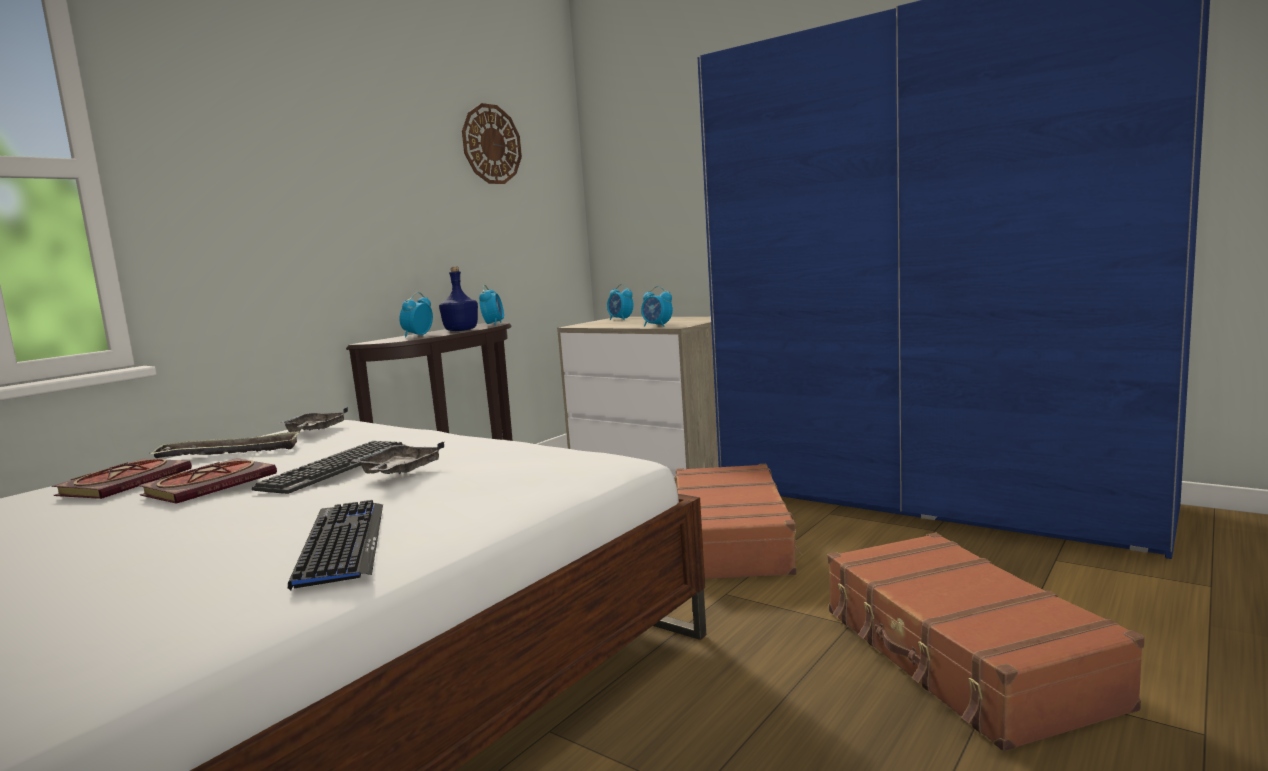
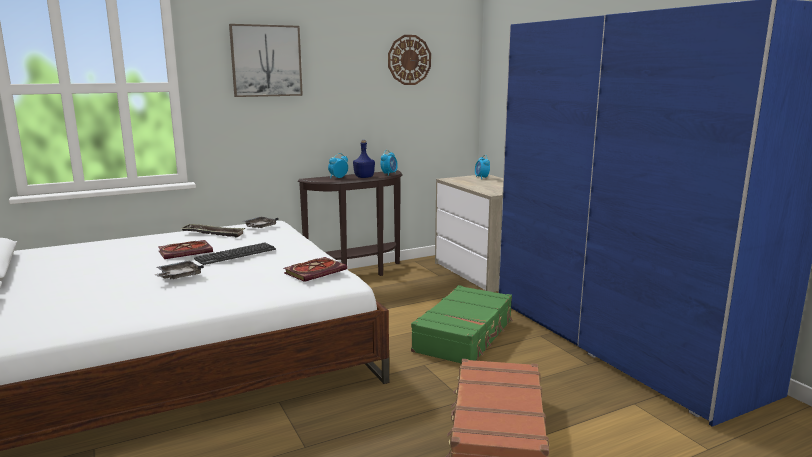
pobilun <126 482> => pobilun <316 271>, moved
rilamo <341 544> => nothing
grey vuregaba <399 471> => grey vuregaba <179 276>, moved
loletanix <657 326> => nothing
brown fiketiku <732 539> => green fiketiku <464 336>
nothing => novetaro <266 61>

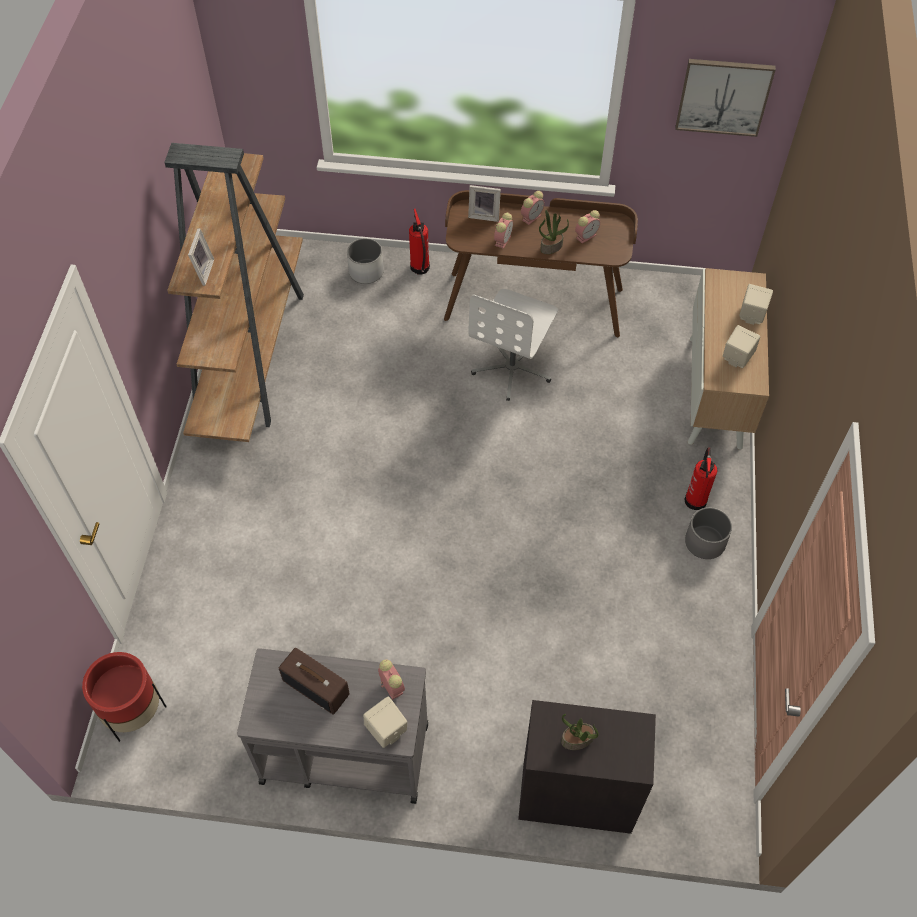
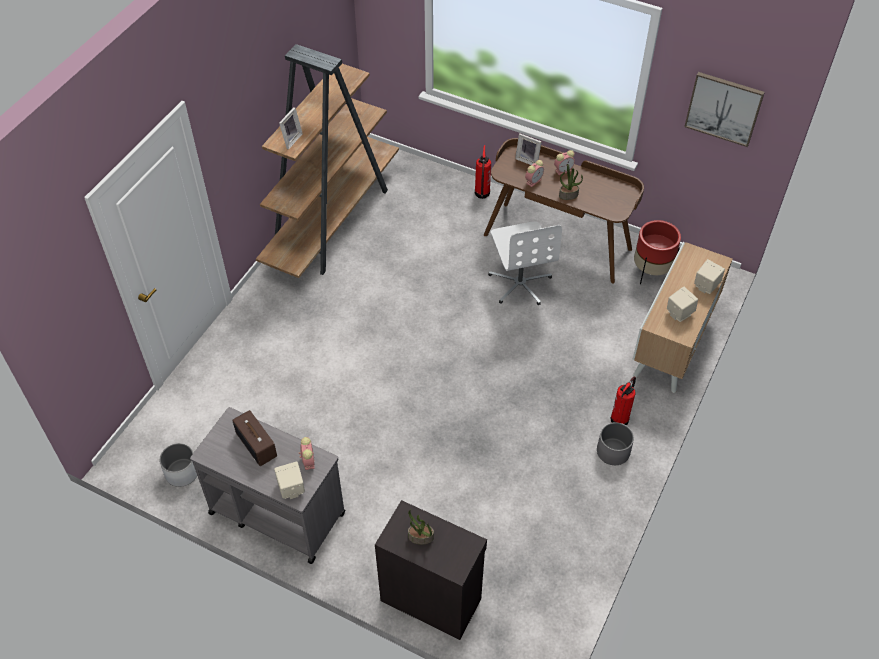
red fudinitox <134 712> => red fudinitox <651 271>, moved
white fudinitox <366 271> => white fudinitox <182 472>, moved
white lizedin <512 368> => white lizedin <520 283>, 60 degrees counterclockwise
loletanix <586 236> => nothing

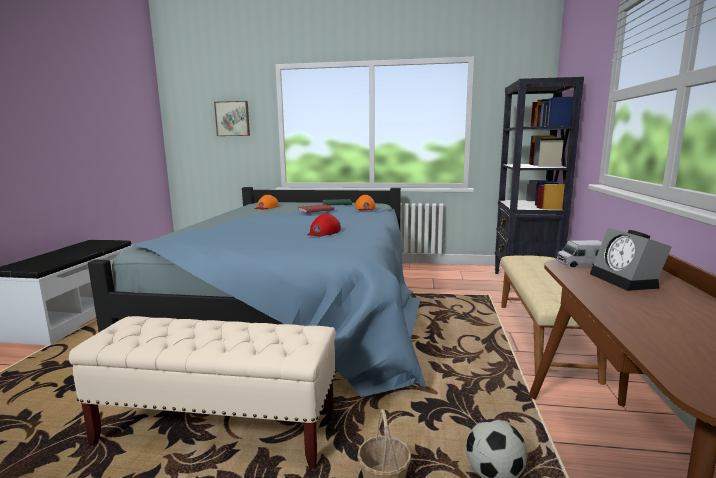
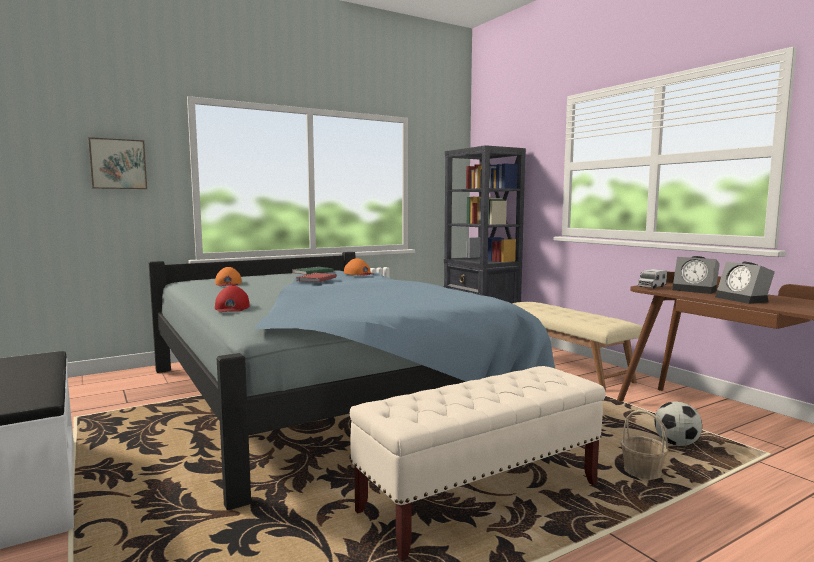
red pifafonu <323 232> => red pifafonu <232 308>, moved
nothing => loletanix <744 299>

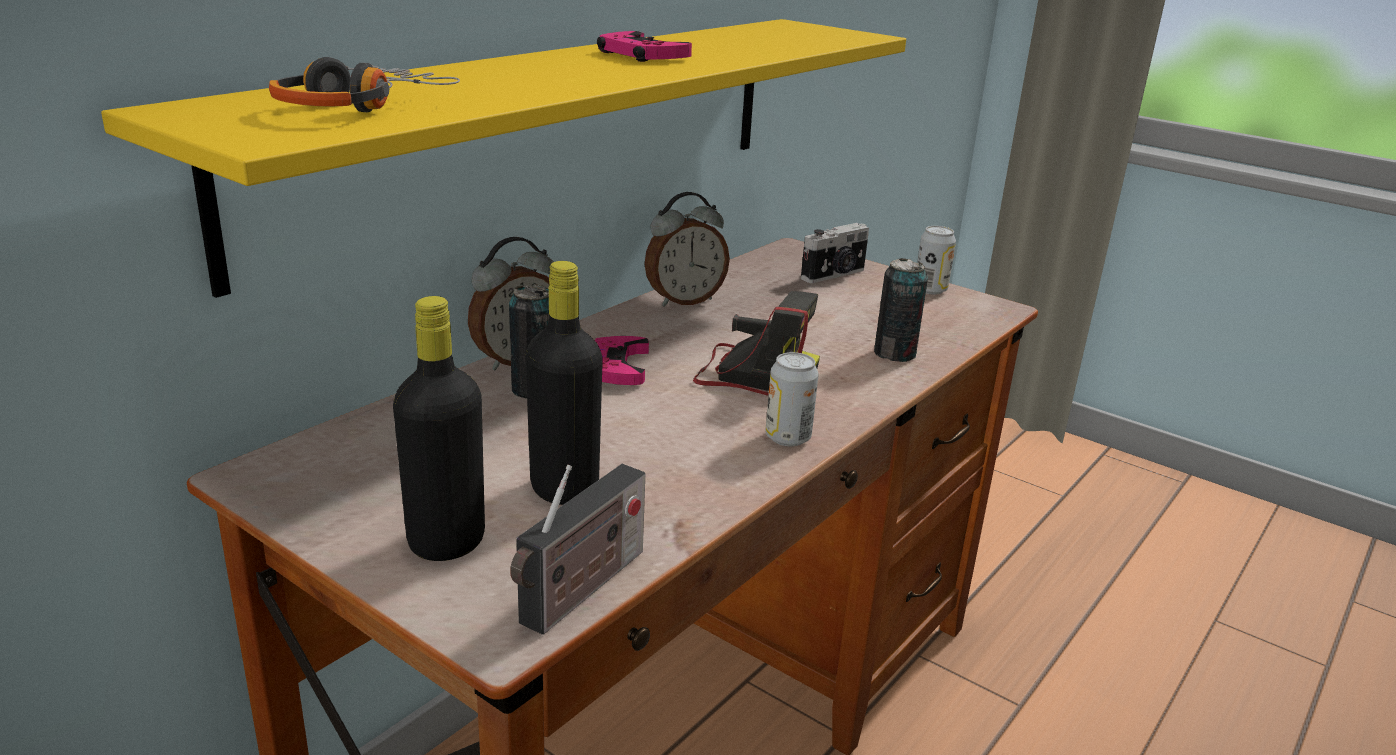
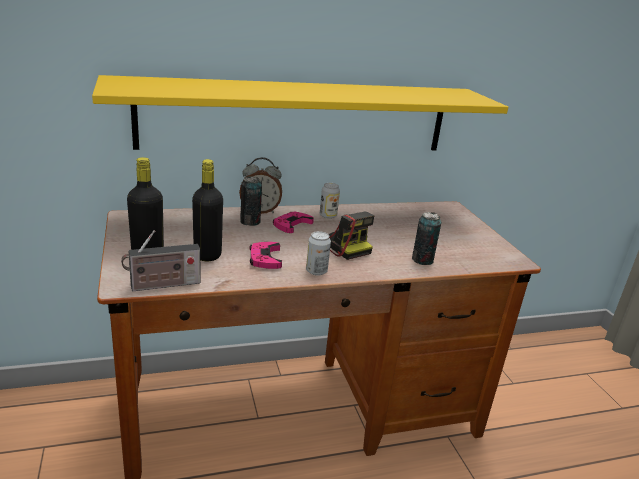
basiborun <358 106> => nothing
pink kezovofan <641 55> => pink kezovofan <265 259>, moved
loletanix <684 300> => nothing
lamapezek <835 275> => nothing
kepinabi <930 289> => kepinabi <328 216>, moved

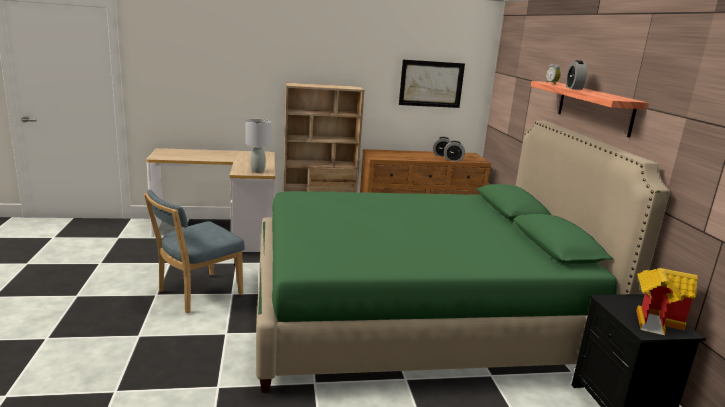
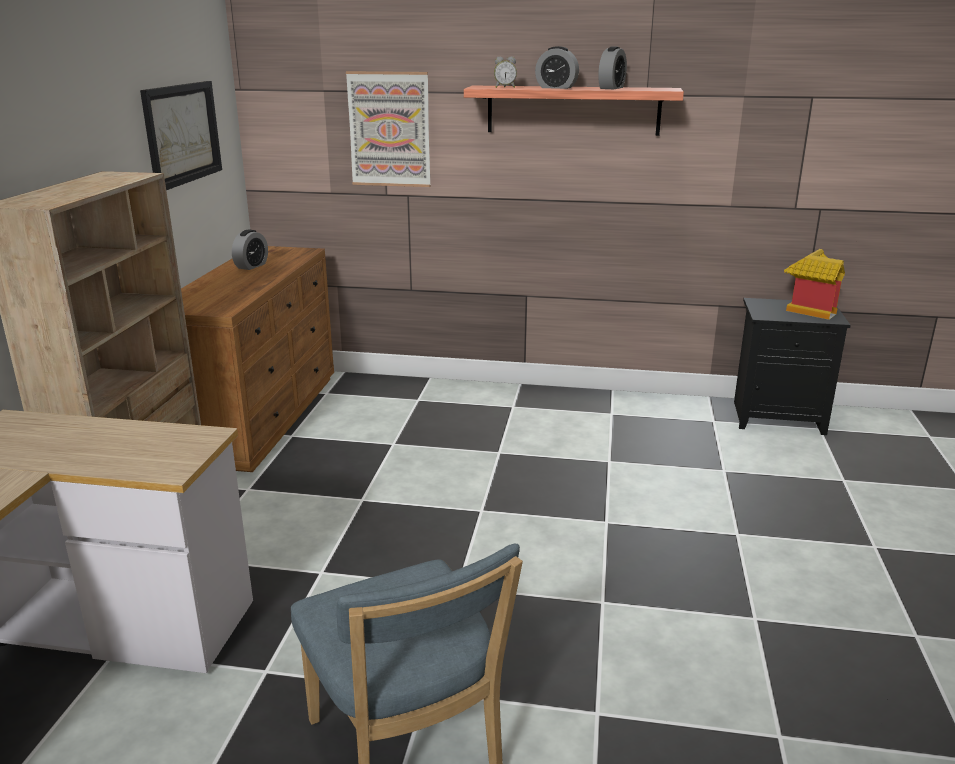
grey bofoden <257 171> => nothing
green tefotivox <415 315> => nothing
loletanix <453 160> => loletanix <611 88>, moved
nothing => novetaro <389 129>

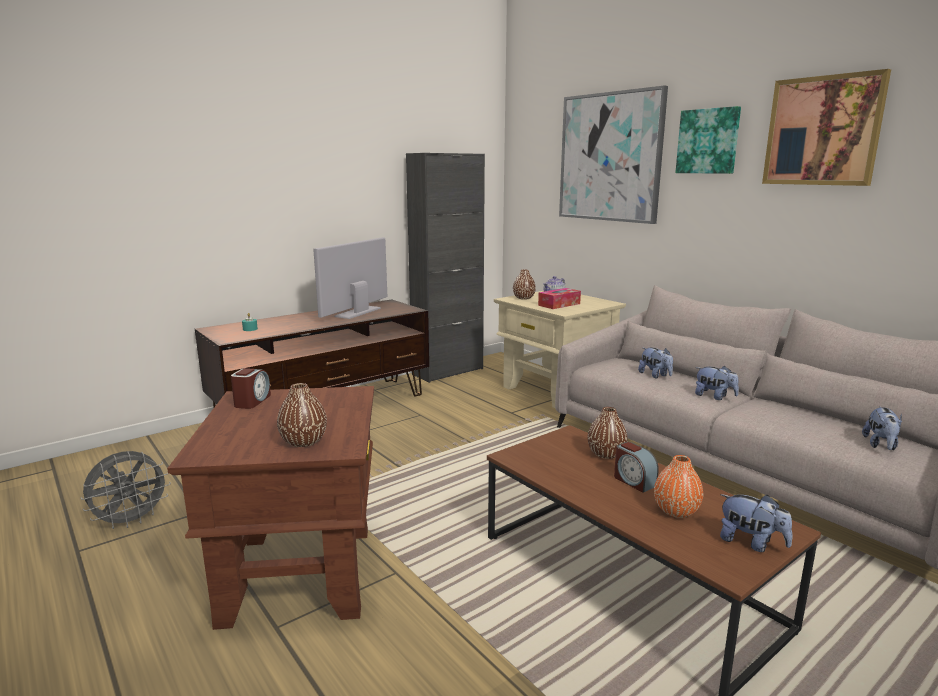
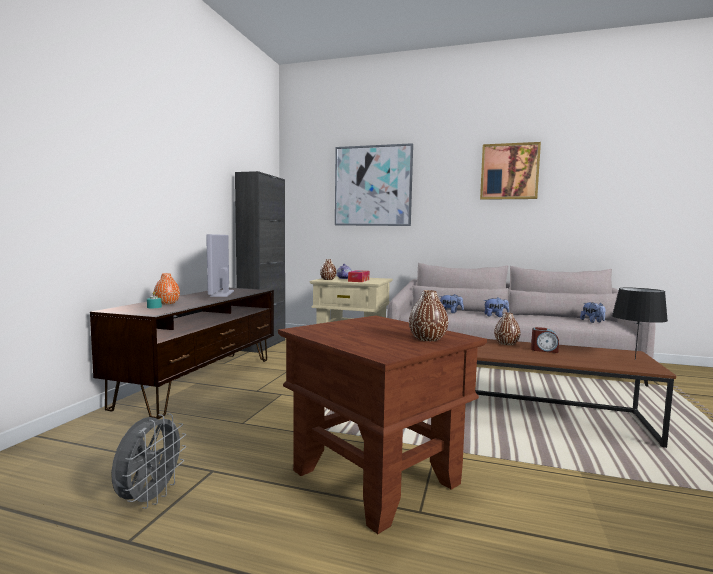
loletanix <252 401> => nothing
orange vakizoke <676 511> => orange vakizoke <167 303>, moved
novetaro <708 141> => nothing
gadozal <751 543> => black bofoden <635 359>

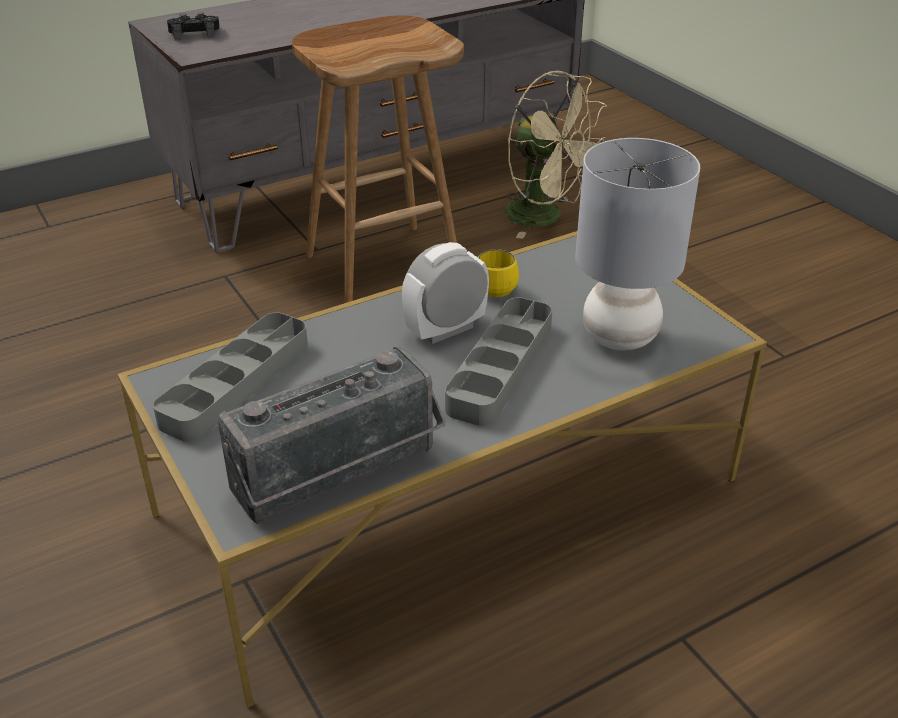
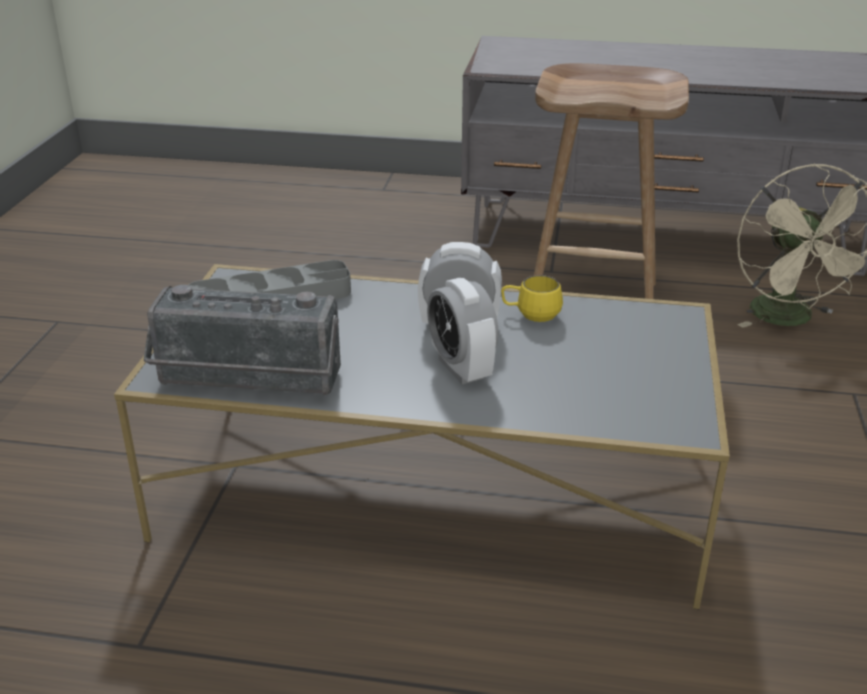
black kezovofan <194 34> => nothing
grey vuregaba <500 367> => loletanix <461 368>
grey bofoden <621 337> => nothing

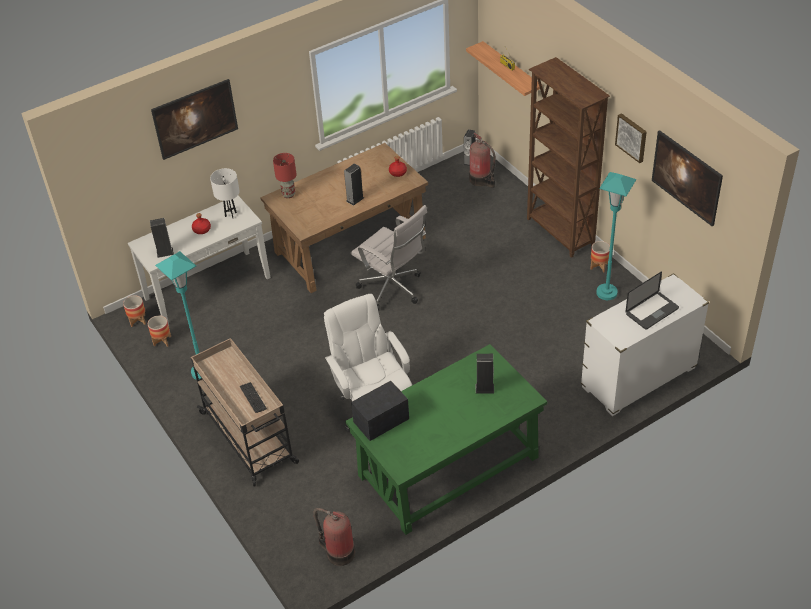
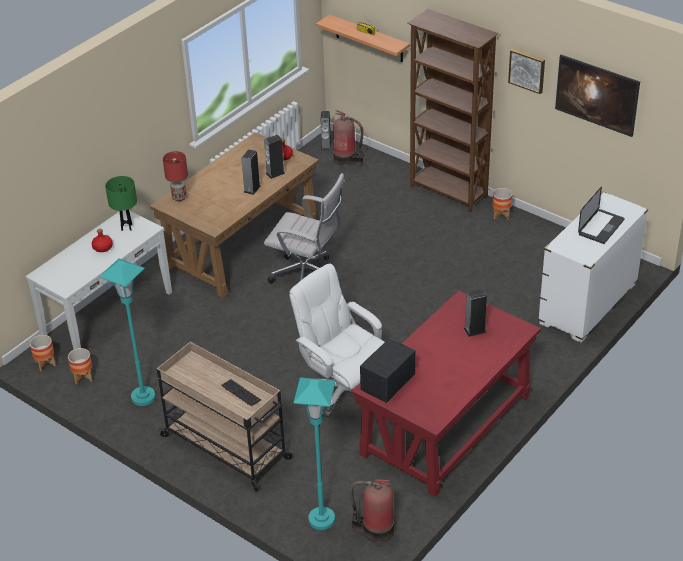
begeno <165 252> => begeno <275 173>, moved
novetaro <197 131> => nothing
white bofoden <231 214> => green bofoden <127 227>
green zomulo <448 466> => red zomulo <446 424>
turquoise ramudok <606 293> => turquoise ramudok <321 519>, moved

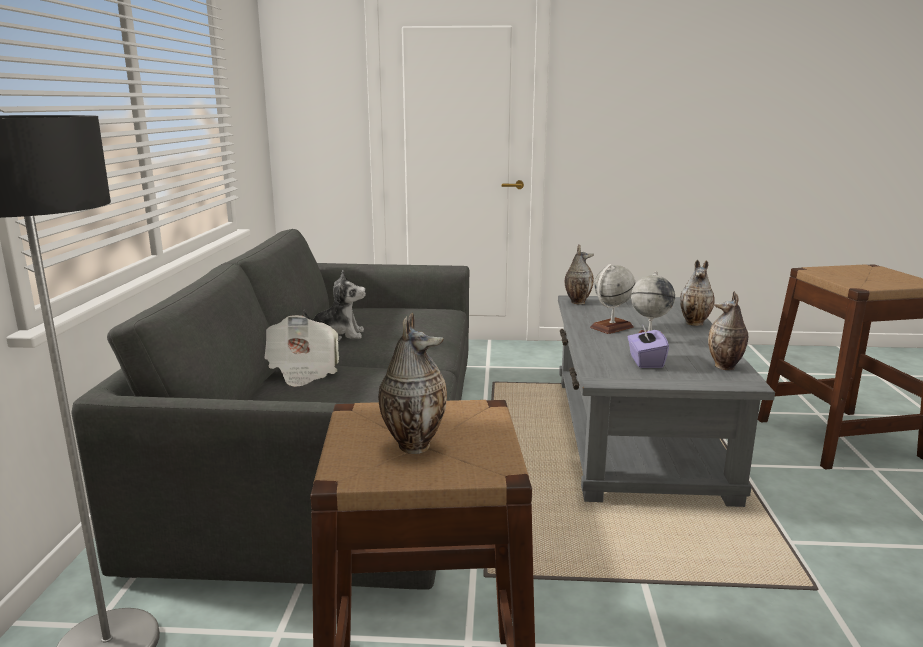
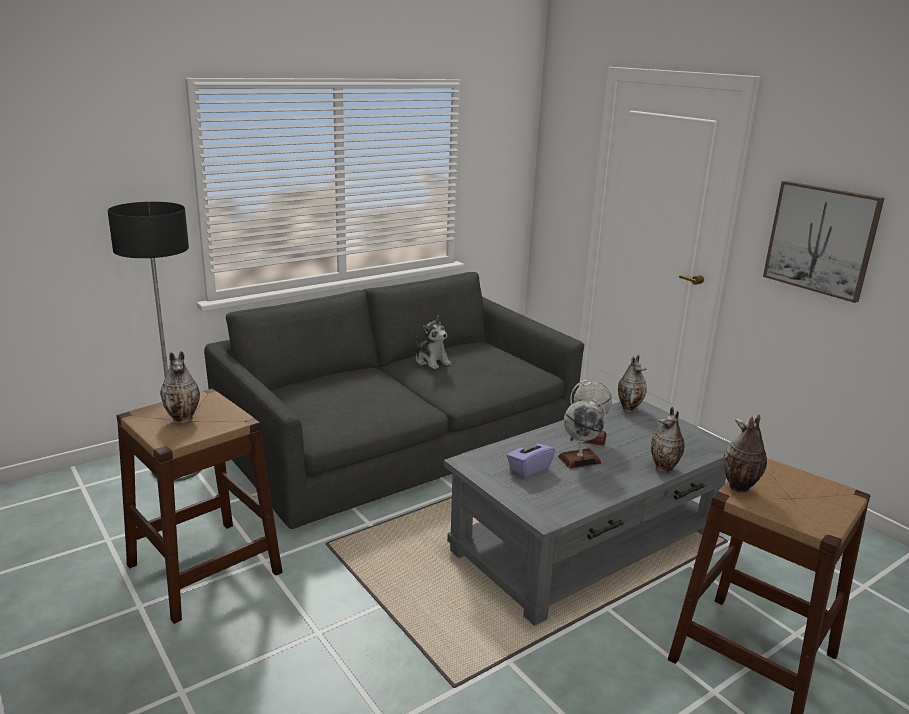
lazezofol <302 371> => nothing
vakizoke <725 367> => vakizoke <739 487>, moved
nothing => novetaro <821 239>

